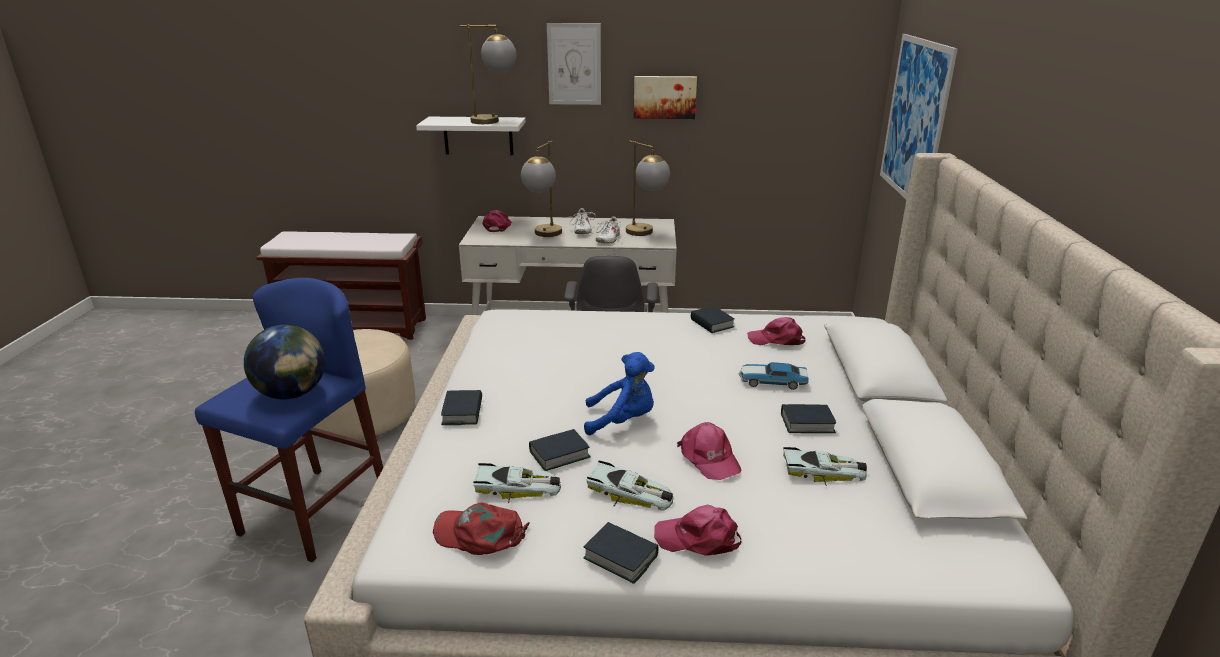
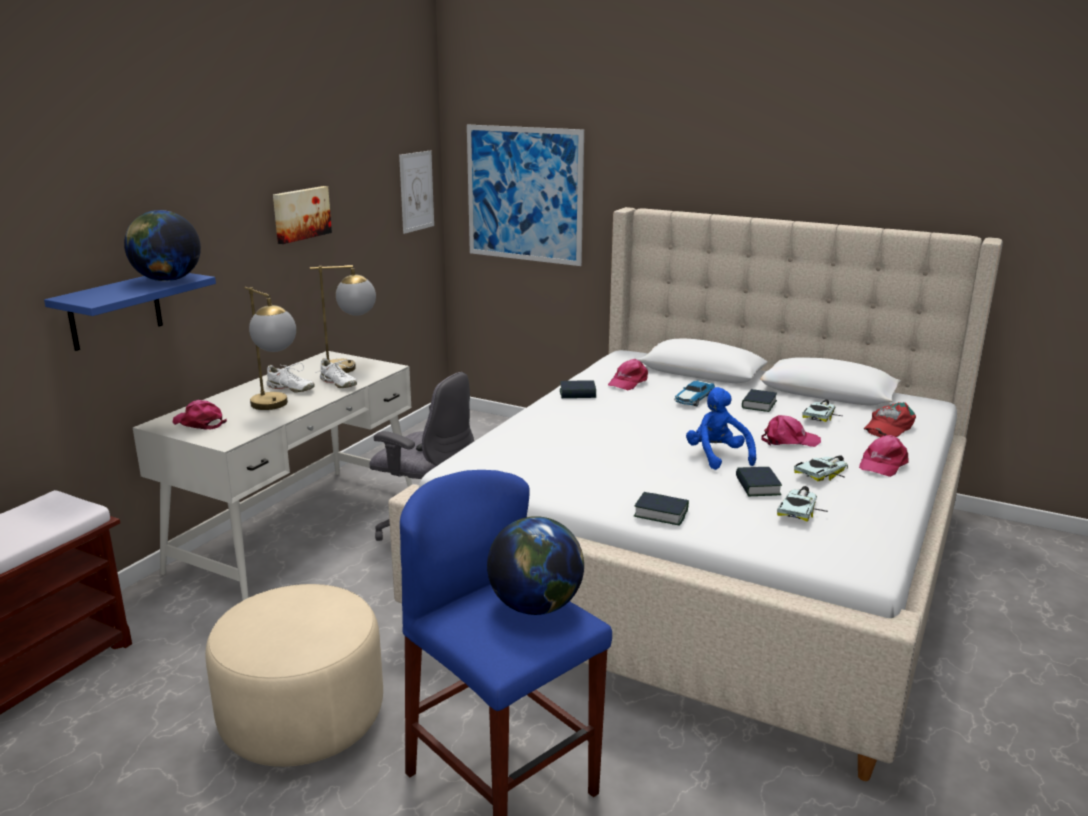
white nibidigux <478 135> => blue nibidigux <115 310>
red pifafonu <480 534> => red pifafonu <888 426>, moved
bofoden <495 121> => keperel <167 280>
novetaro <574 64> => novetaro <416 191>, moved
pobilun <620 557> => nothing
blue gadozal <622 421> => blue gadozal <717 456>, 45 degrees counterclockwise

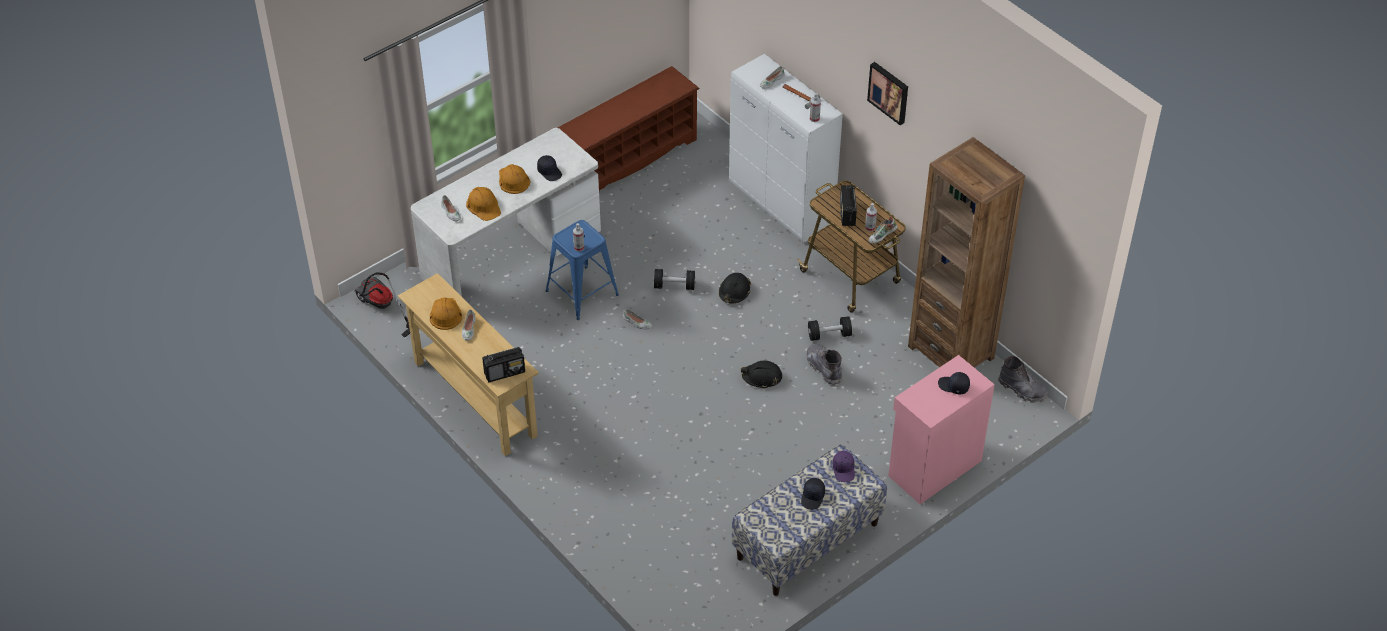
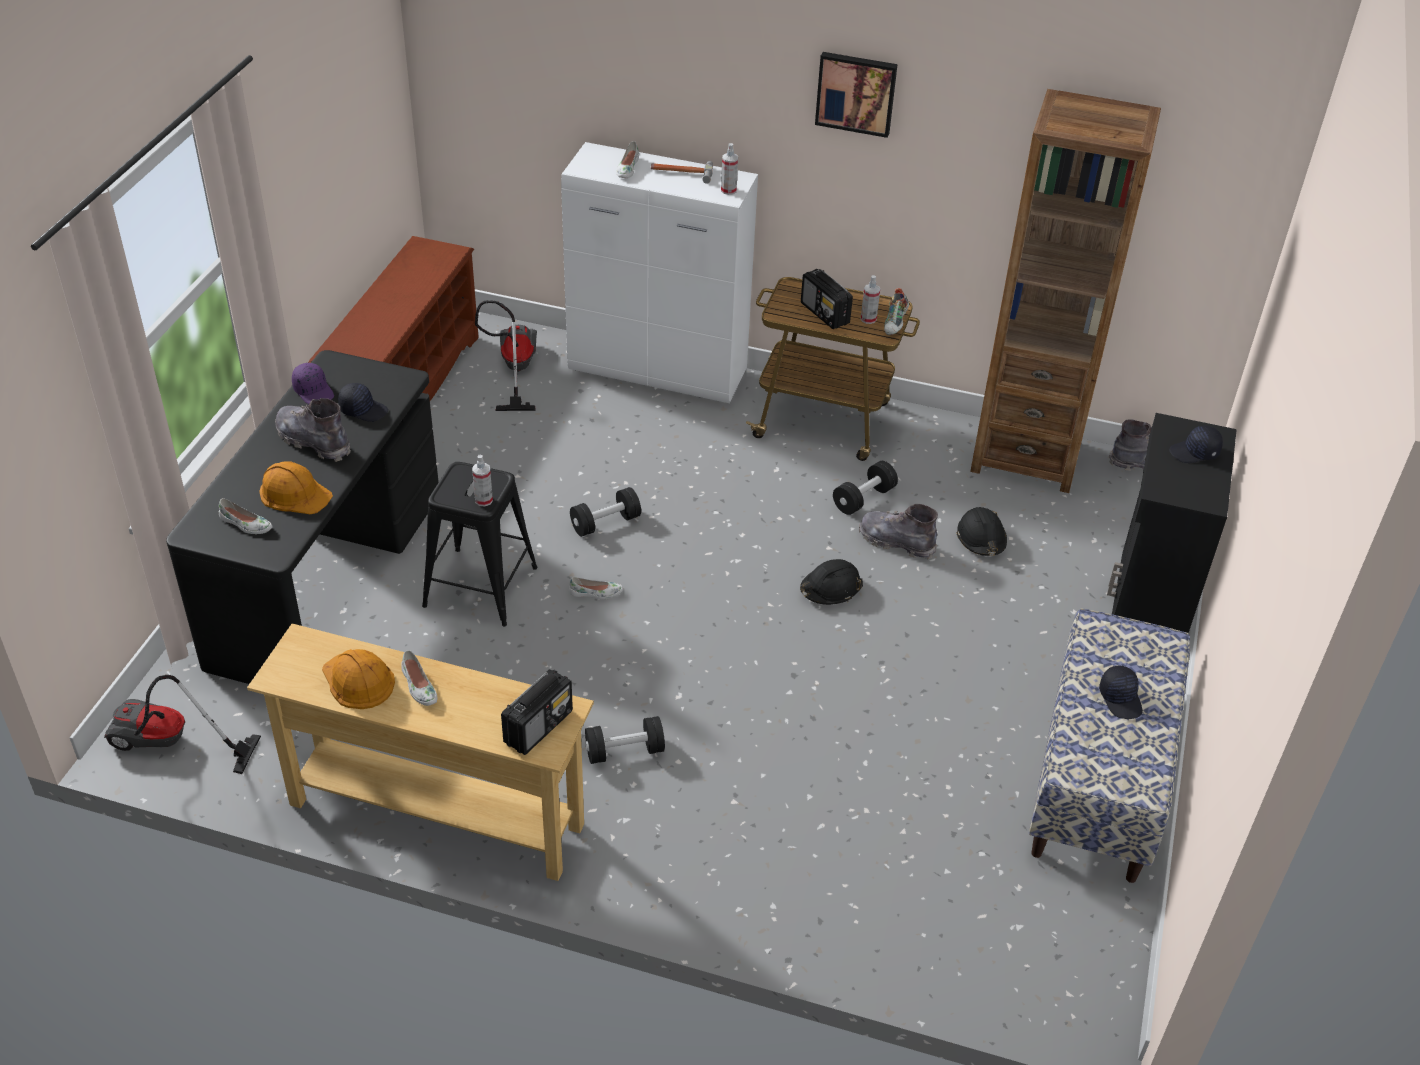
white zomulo <511 253> => black zomulo <326 577>
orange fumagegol <513 180> => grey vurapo <313 441>
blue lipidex <582 292> => black lipidex <480 586>
black fumagegol <734 292> => black fumagegol <981 539>, moved
purple pifafonu <844 470> => purple pifafonu <314 391>, moved
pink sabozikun <933 467> => black sabozikun <1147 603>
nothing => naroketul <513 369>
nothing => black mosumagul <624 751>

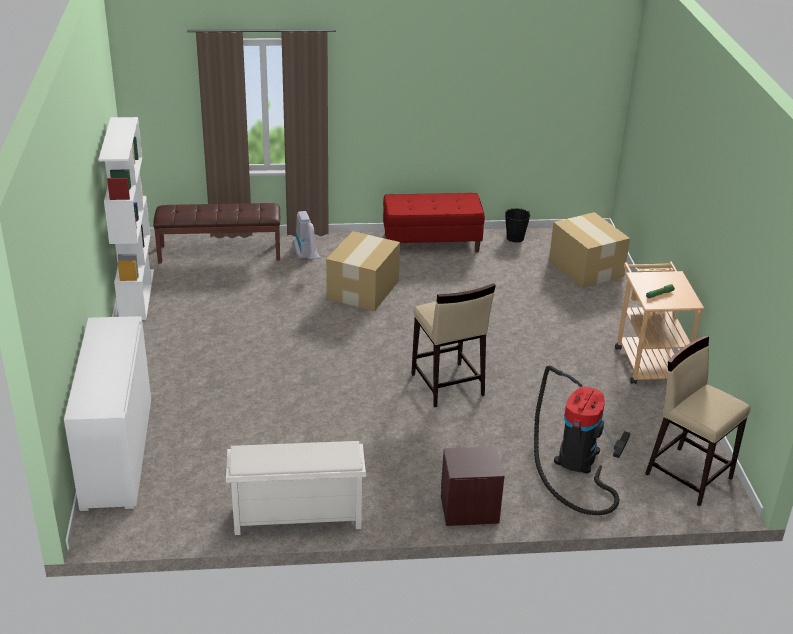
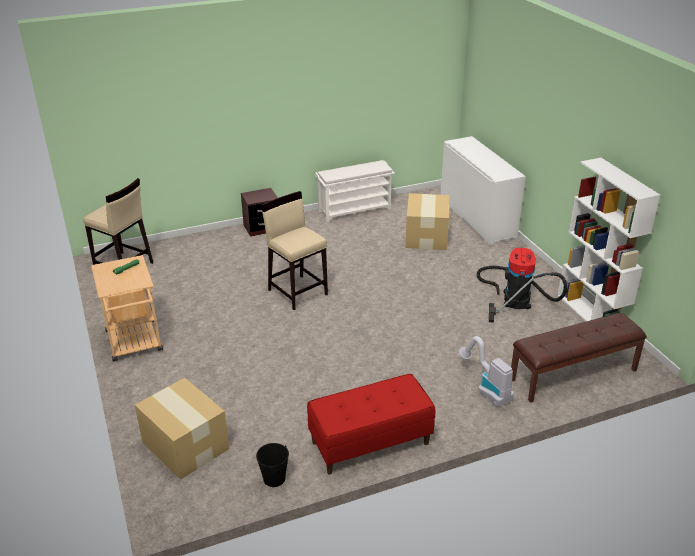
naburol <362 290> => naburol <427 236>, moved
naroketul <576 461> => naroketul <515 297>, moved

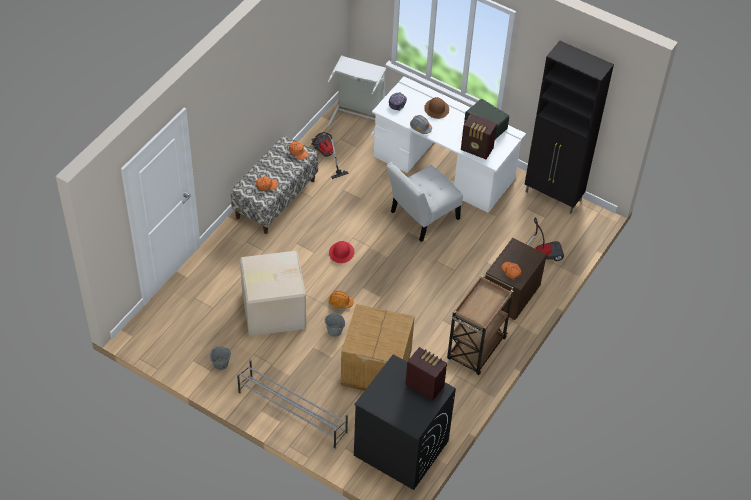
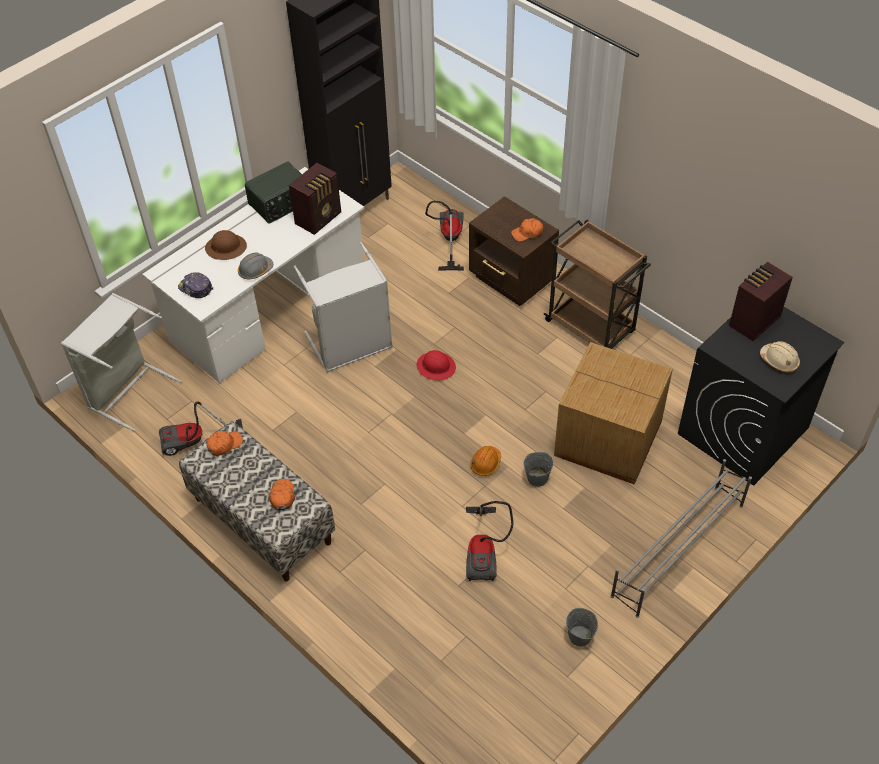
naburol <272 309> => naroketul <484 552>
red fumagegol <341 253> => red fumagegol <436 366>, moved
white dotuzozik <421 217> => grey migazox <351 347>
nothing => beige fumagegol <779 361>

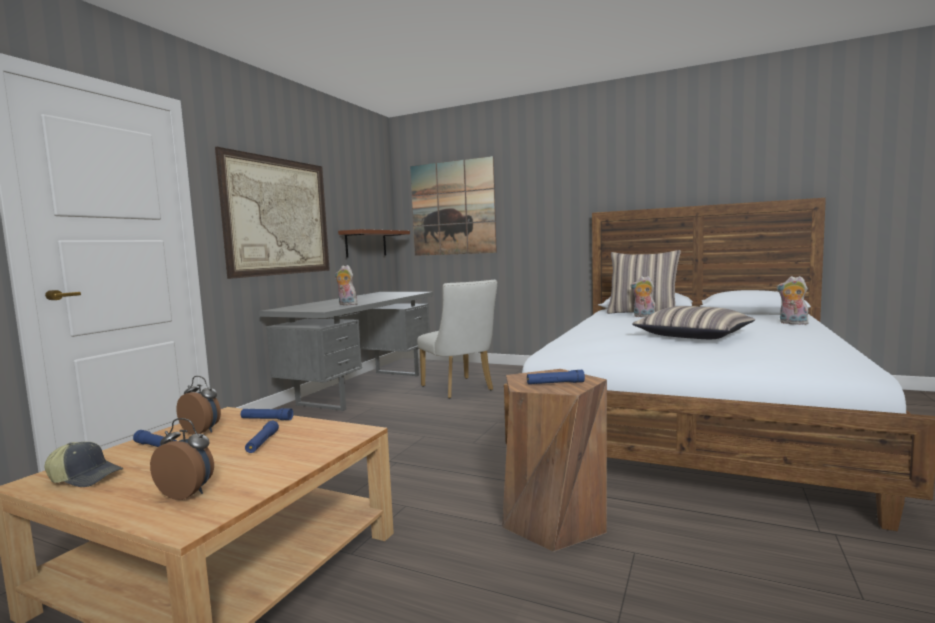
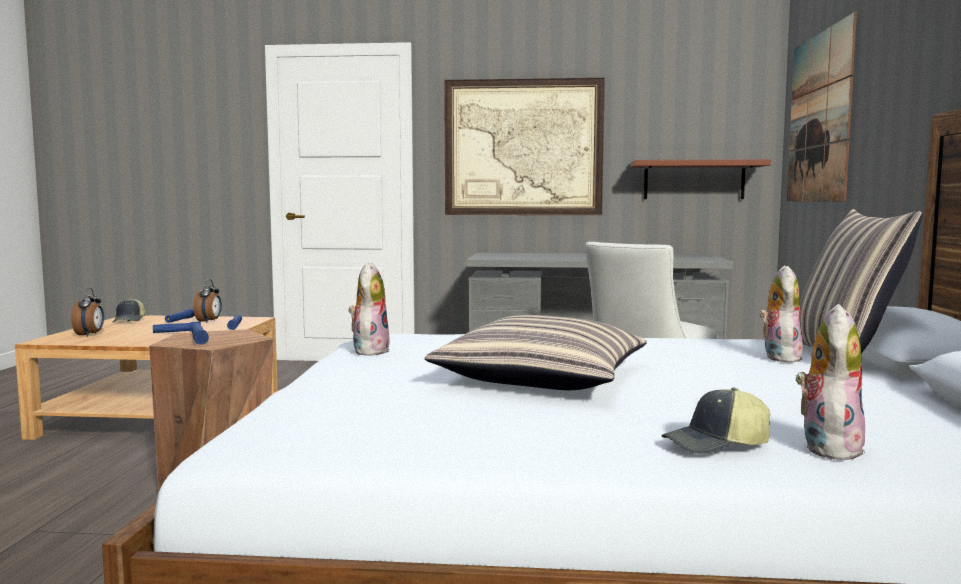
gadozal <346 304> => gadozal <369 351>, moved
nothing => pifafonu <717 445>

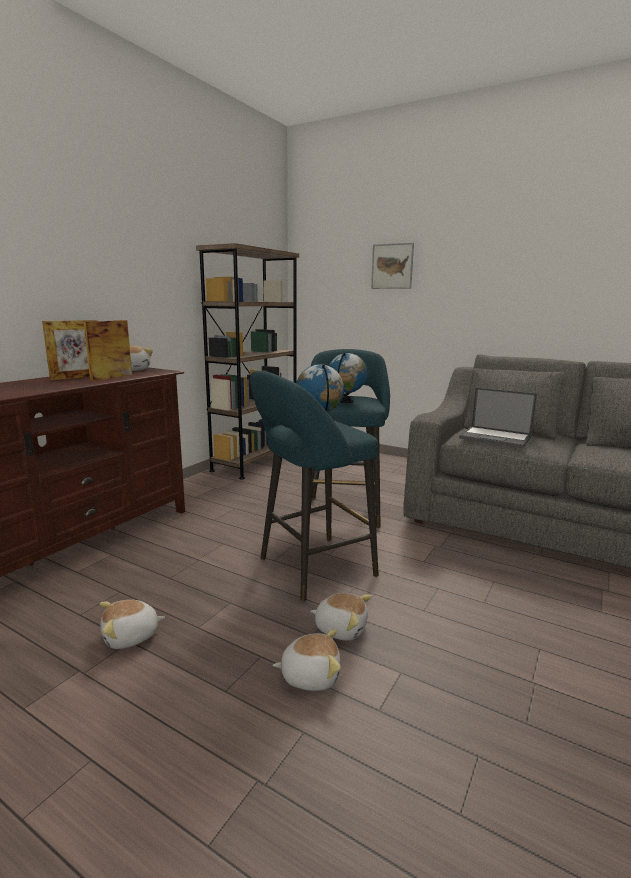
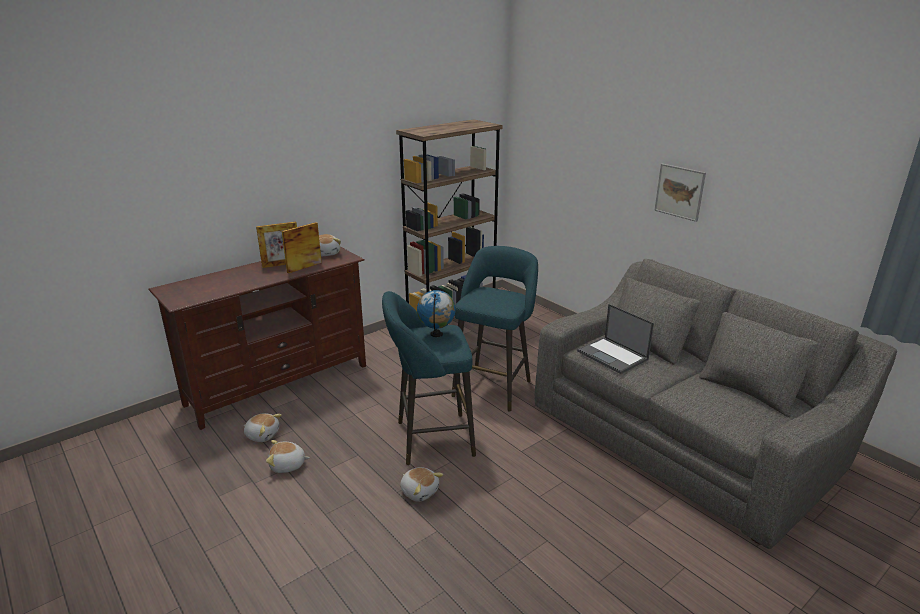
gadozal <310 675> => gadozal <262 434>, moved
keperel <346 401> => nothing
novetaro <392 266> => novetaro <679 192>, moved

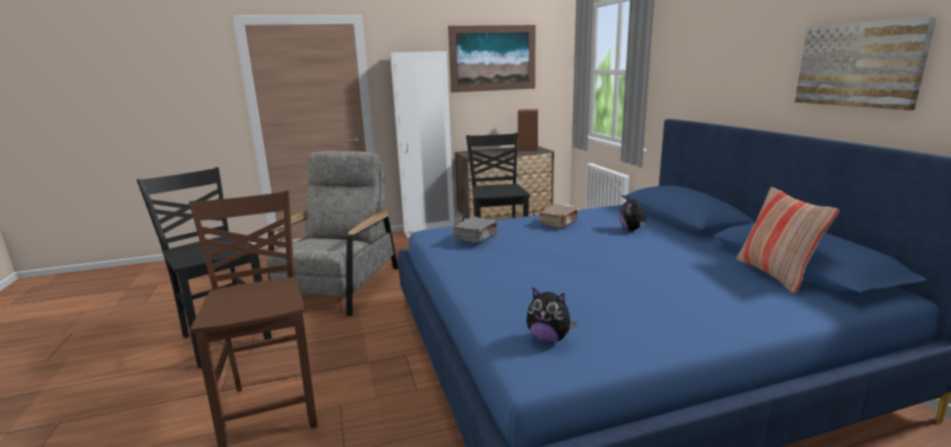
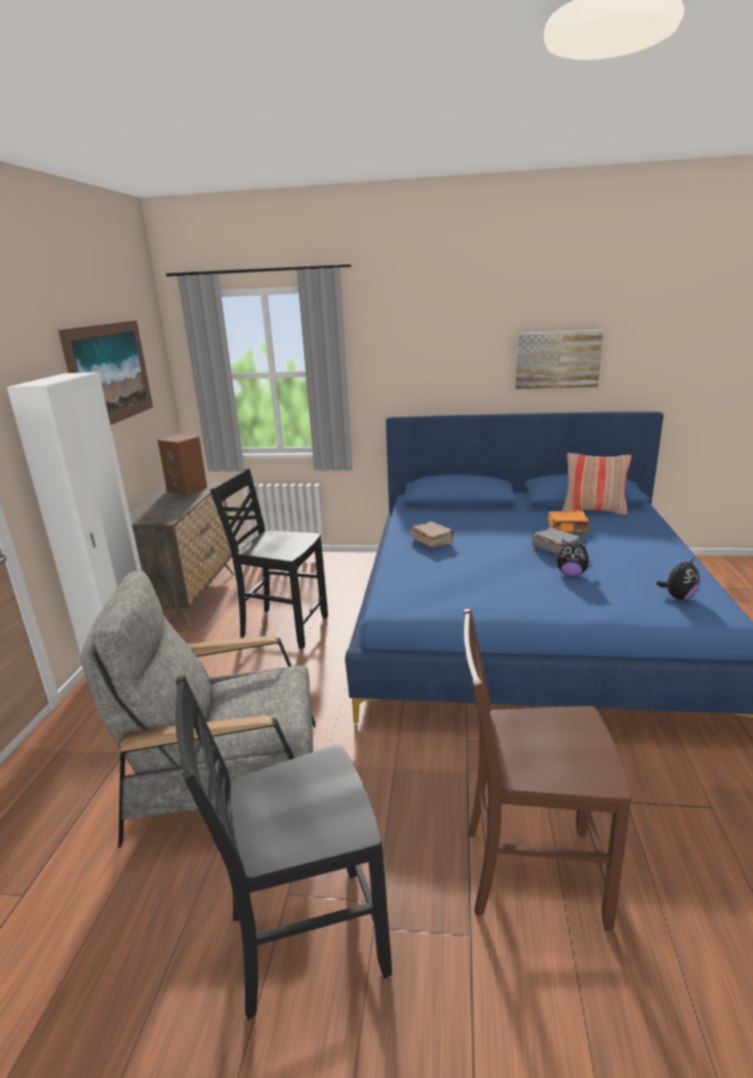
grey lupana <339 287> => grey lupana <229 776>, 45 degrees counterclockwise
grey pobilun <476 237> => grey pobilun <555 549>, moved
gadozal <632 230> => gadozal <571 574>, moved
nothing => orange pobilun <568 529>

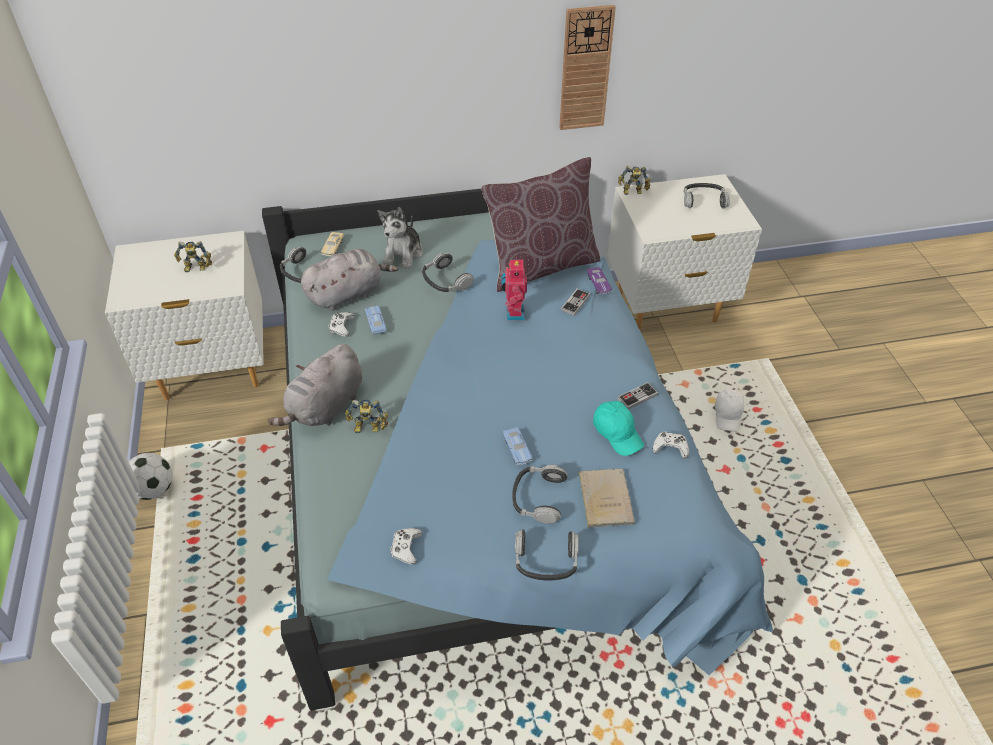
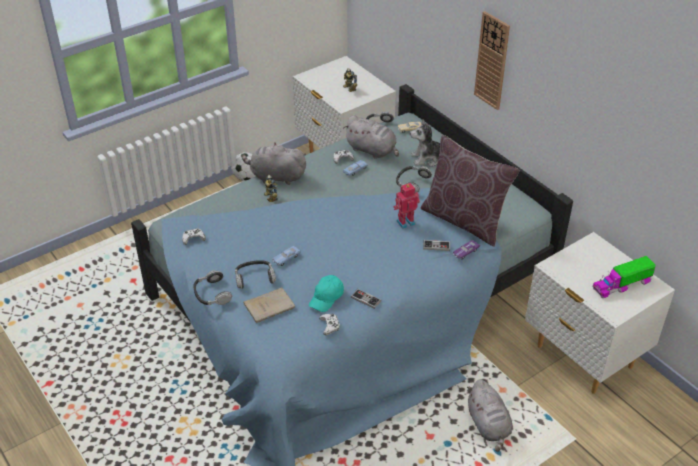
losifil <585 69> => losifil <492 61>, moved
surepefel <633 192> => nothing
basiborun <704 201> => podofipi <622 285>
white pifafonu <728 415> => grey gadozal <488 425>

